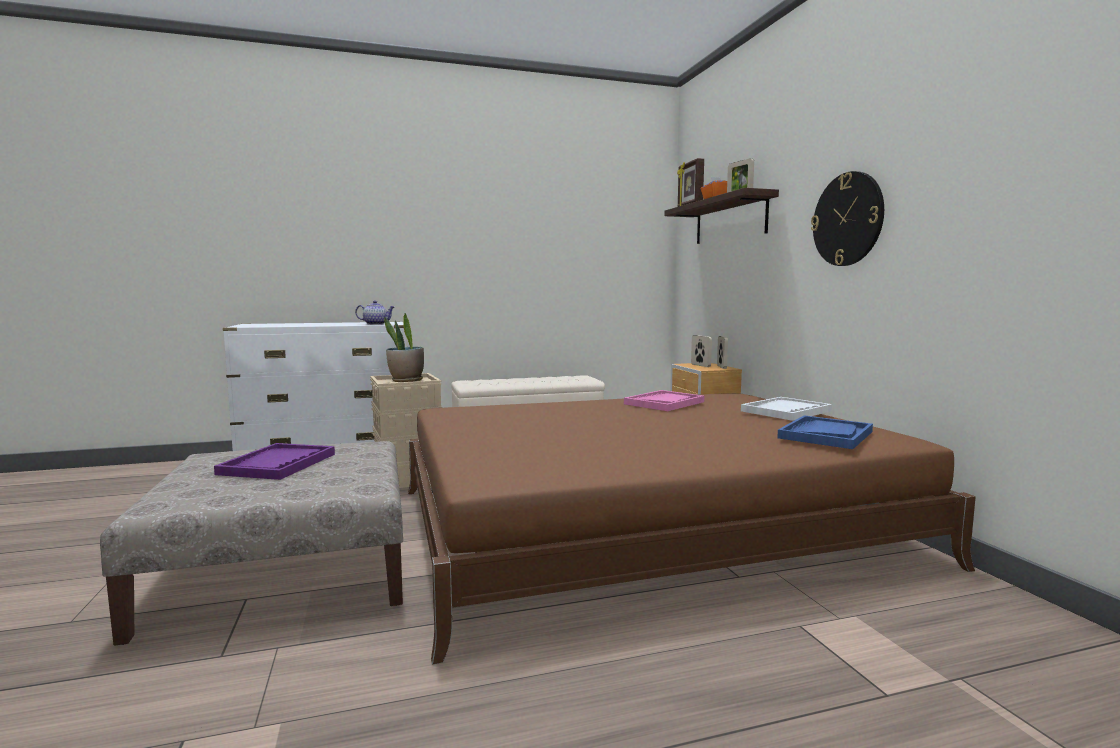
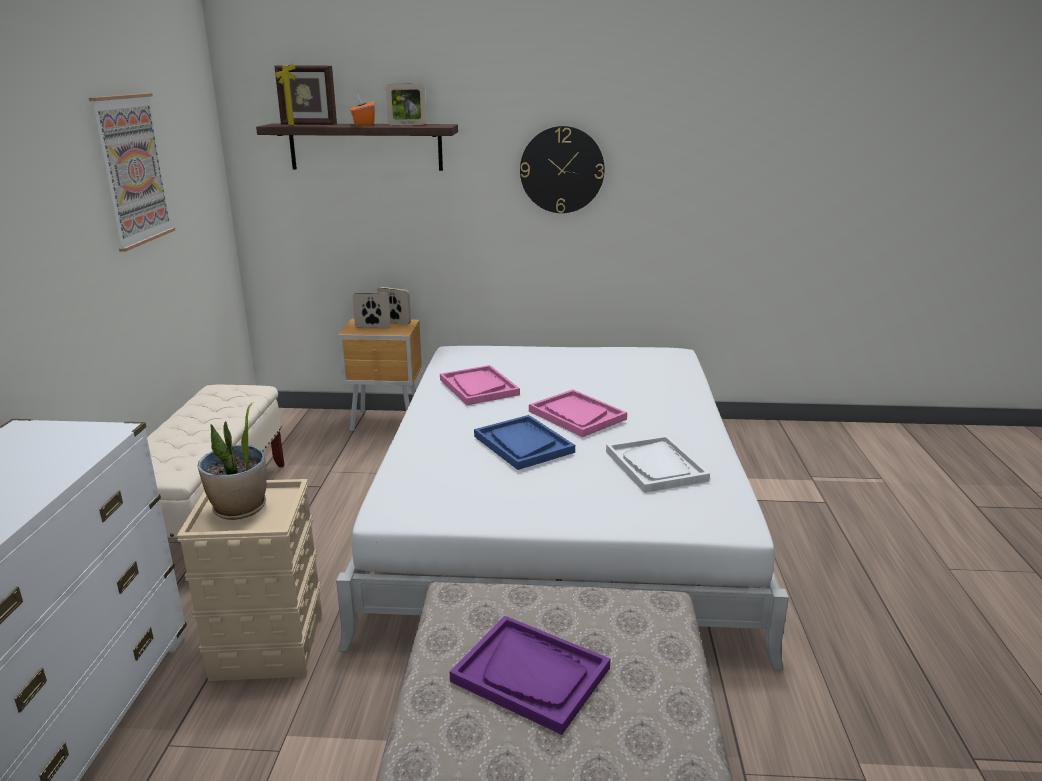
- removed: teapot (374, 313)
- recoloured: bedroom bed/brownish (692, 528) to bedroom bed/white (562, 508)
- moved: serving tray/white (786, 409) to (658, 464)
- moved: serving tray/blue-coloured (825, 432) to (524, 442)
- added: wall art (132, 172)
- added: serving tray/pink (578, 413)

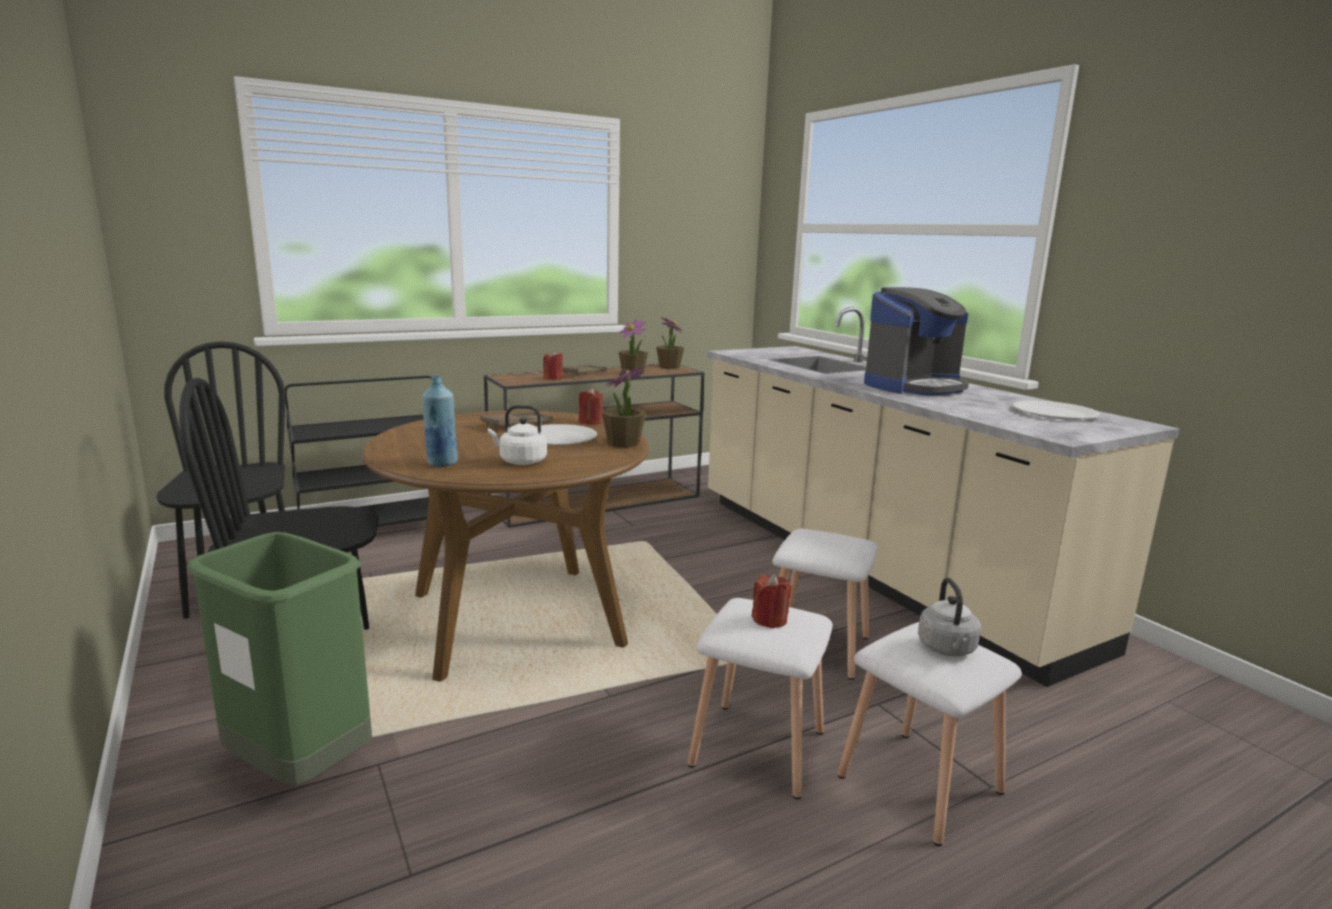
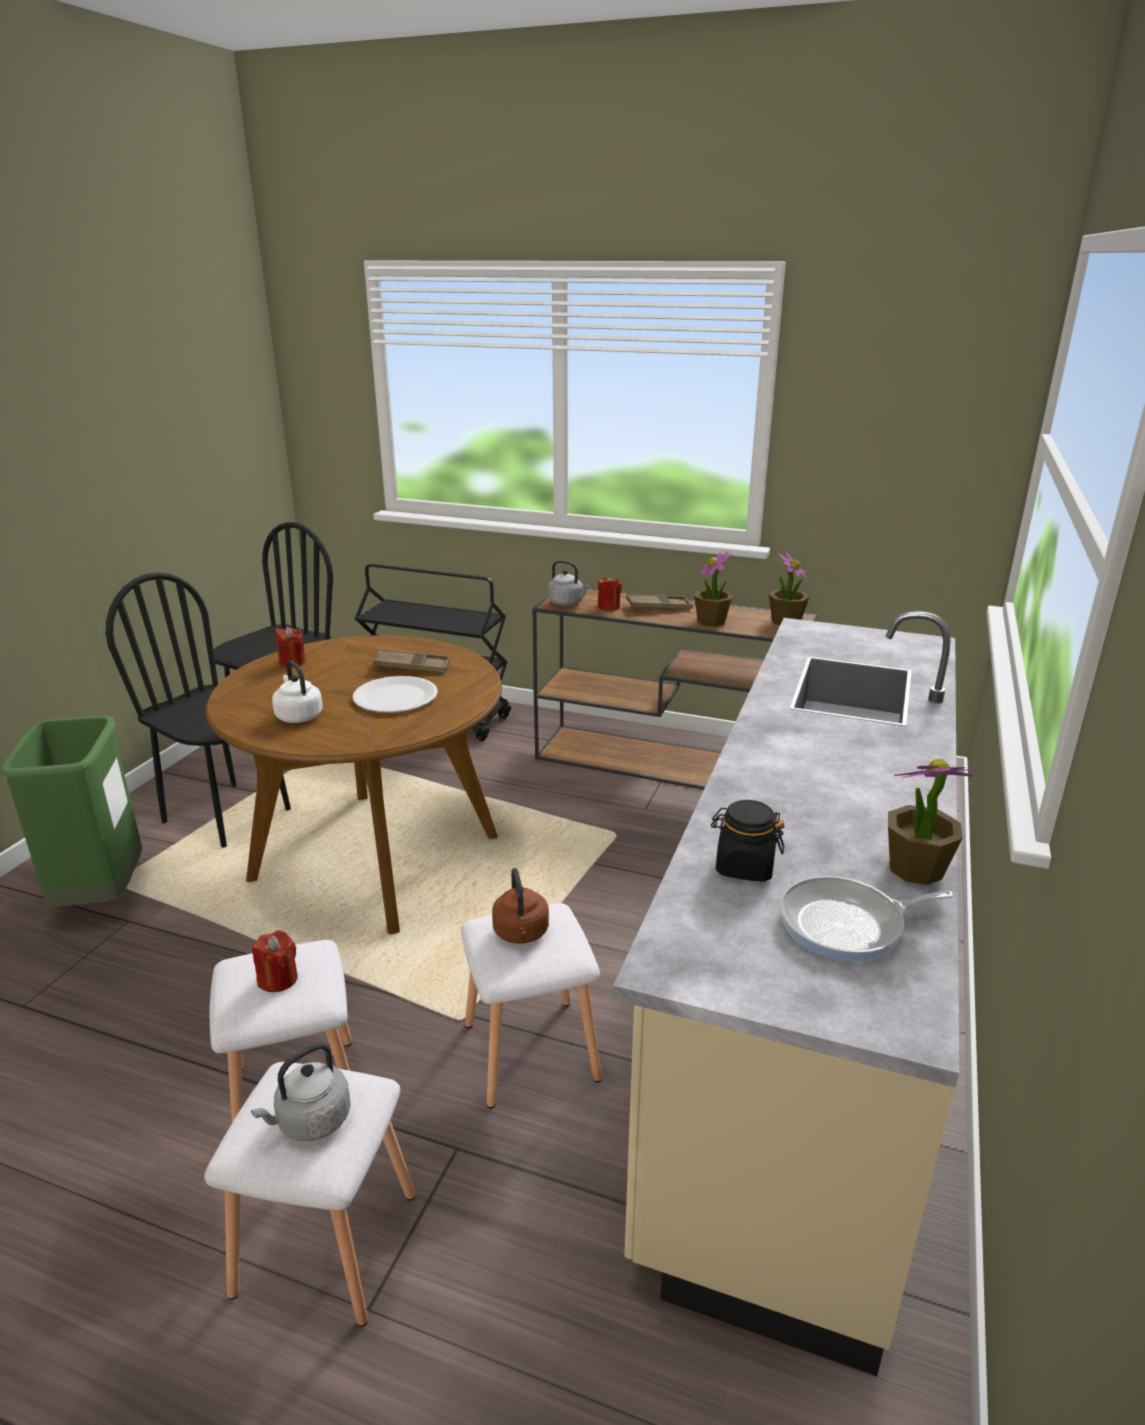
- removed: coffee machine (916, 341)
- moved: houseplant (624, 406) to (933, 822)
- removed: drink bottle/blue-coloured (440, 421)
- moved: wax candle/reddish (591, 406) to (290, 647)
- replaced: plate/white (1056, 410) to skillet (867, 918)
- added: tea kettle/greyish (569, 583)
- added: preserve jar/black-coloured (747, 841)
- added: tea kettle/brownish (520, 906)

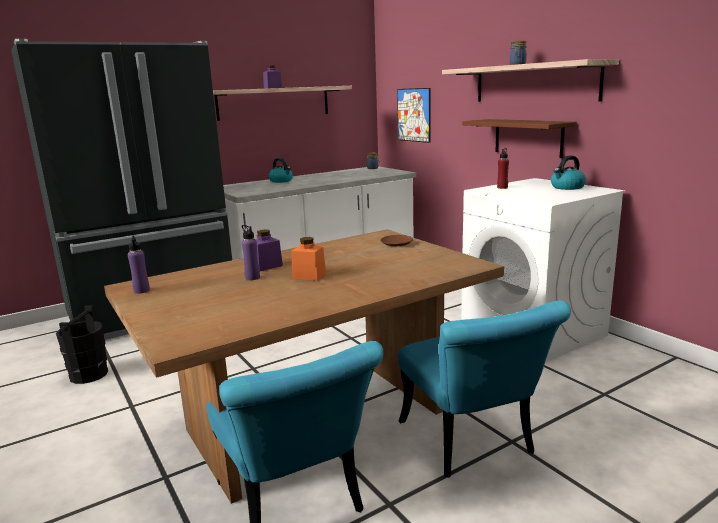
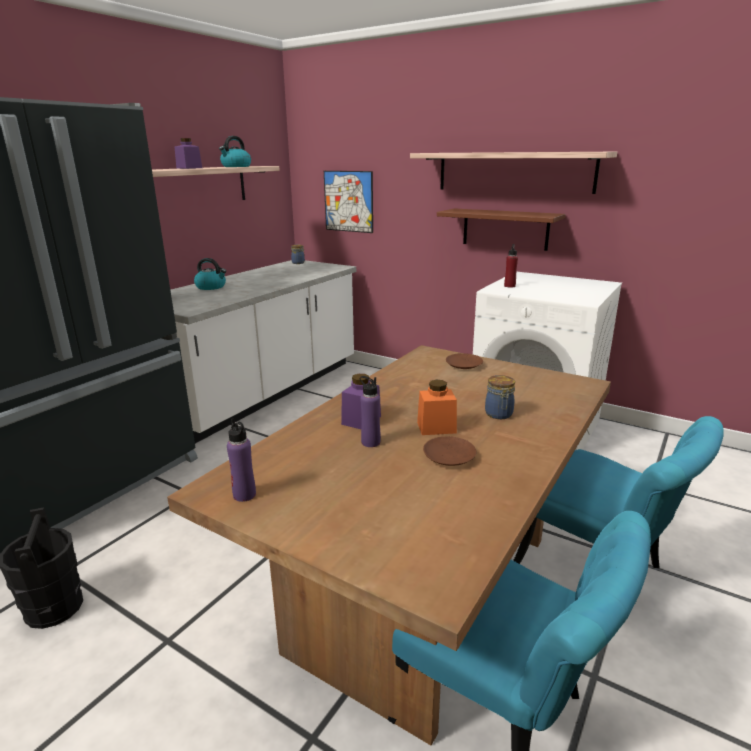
- moved: preserve jar (518, 52) to (500, 397)
- moved: tea kettle (568, 172) to (235, 151)
- added: plate/brownish (449, 451)

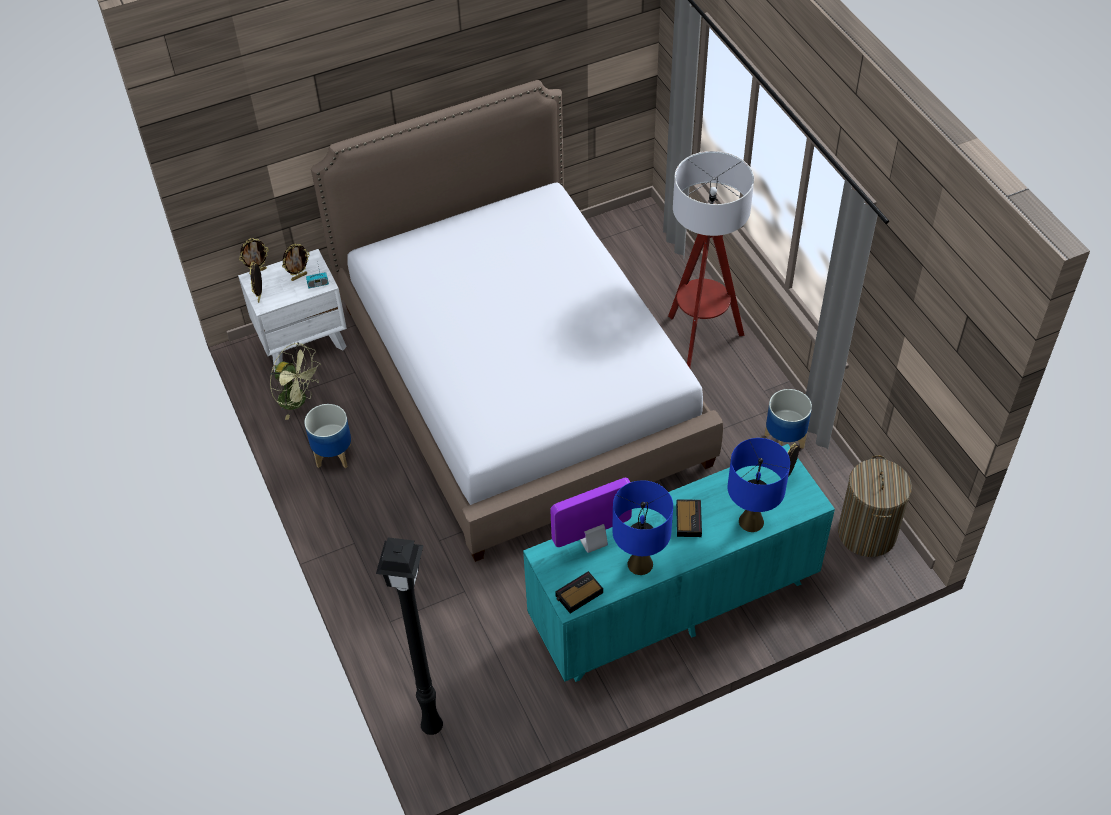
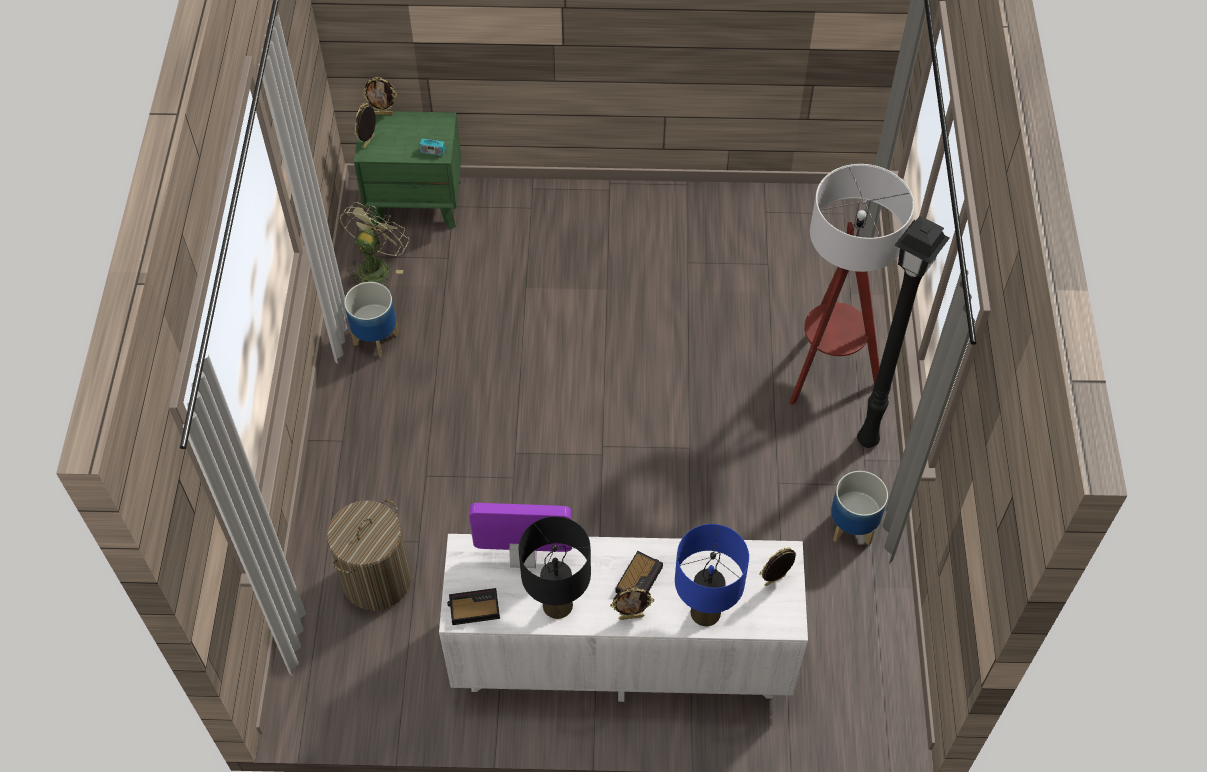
- removed: bedroom bed (517, 321)
- moved: standing frame (296, 262) to (632, 603)
- recoloured: nightstand/white (292, 310) to nightstand/greenish (407, 170)
- turned: cooling fan/greenish (295, 381) = (374, 244) 120 degrees counterclockwise
- recoloured: chest of drawers/turquoise (679, 563) to chest of drawers/white (623, 618)
- moved: laundry basket (875, 506) to (369, 555)
- recoloured: tabletop lamp/blue-coloured (642, 527) to tabletop lamp/black-coloured (555, 567)
- moved: standard lamp/black-coloured (409, 636) to (903, 332)

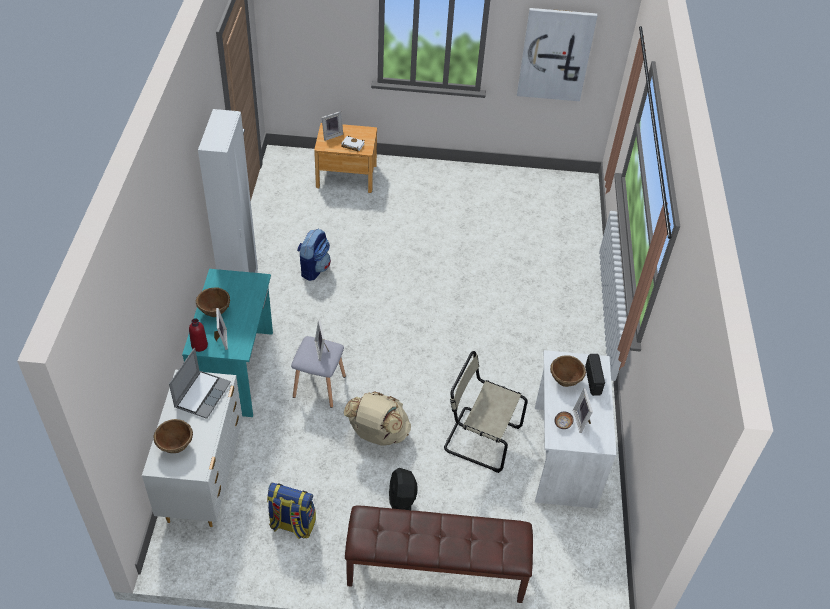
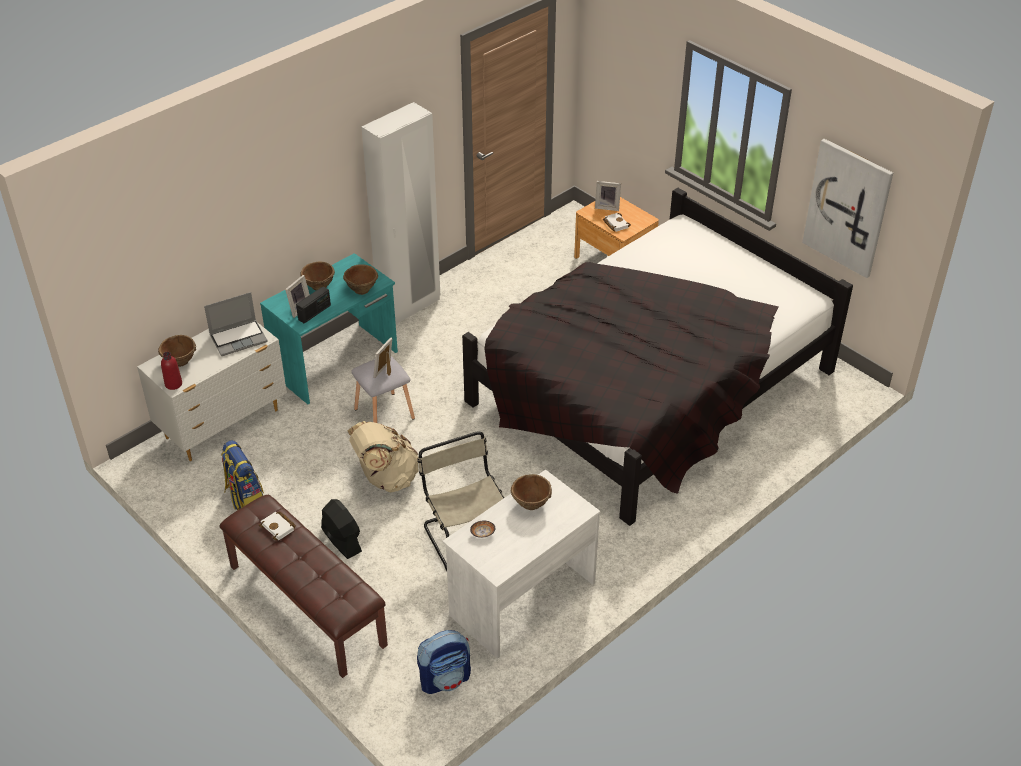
- moved: knapsack (314, 255) to (444, 662)
- moved: drink bottle/reddish (198, 335) to (171, 371)
- moved: radio (595, 375) to (313, 305)
- removed: standing frame (583, 410)
- turned: cooling fan/black-coloured (403, 489) = (341, 529) 105 degrees clockwise
- added: bedroom bed/black-coloured (657, 357)
- added: bowl/brownish (360, 279)
- added: bound book/white (277, 525)

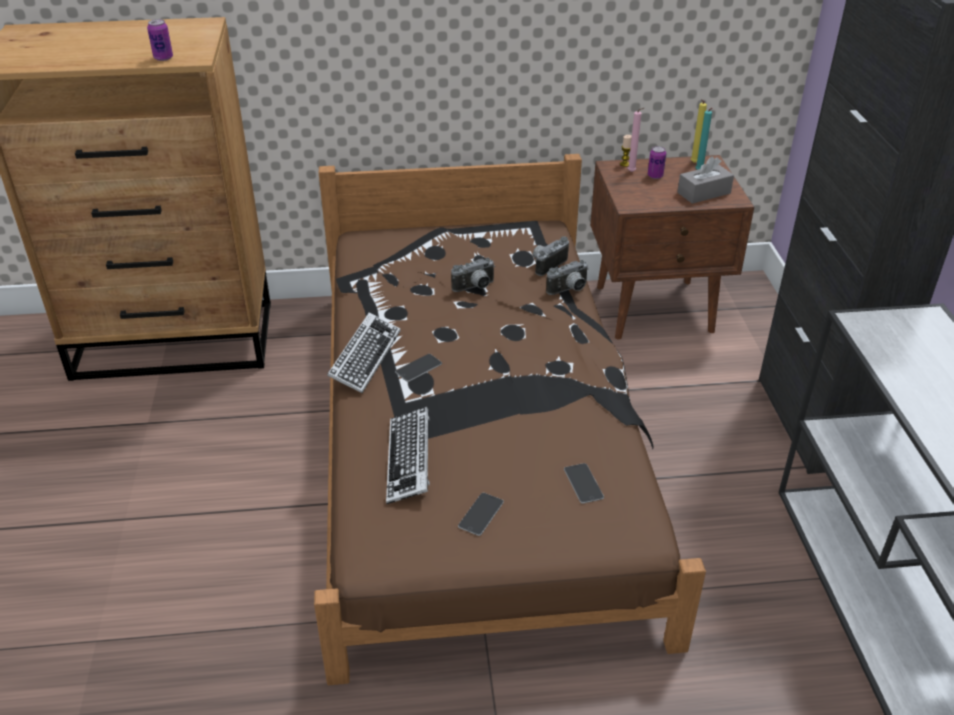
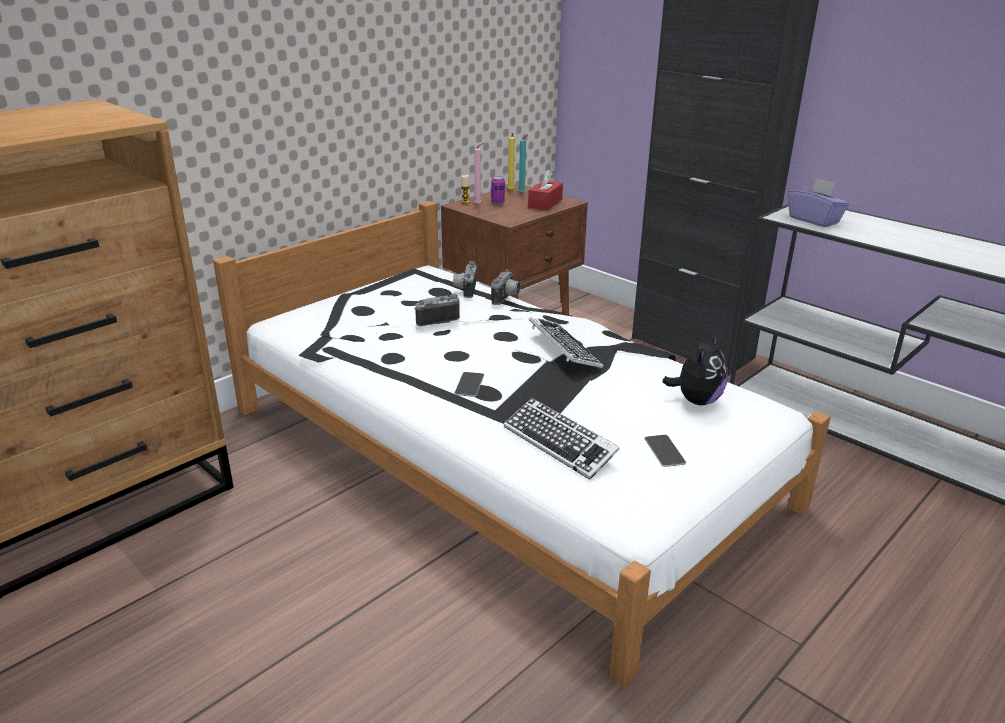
- removed: metal can (160, 40)
- recoloured: bedroom bed/brownish (510, 419) to bedroom bed/white (522, 444)
- recoloured: tissue box/greyish (705, 180) to tissue box/reddish (545, 189)
- turned: photo camera (472, 275) = (437, 310) 135 degrees counterclockwise
- moved: PC keyboard (363, 353) to (566, 342)
- replaced: handset (584, 483) to cuddly toy (695, 369)
- added: tissue box/purple-coloured (818, 202)

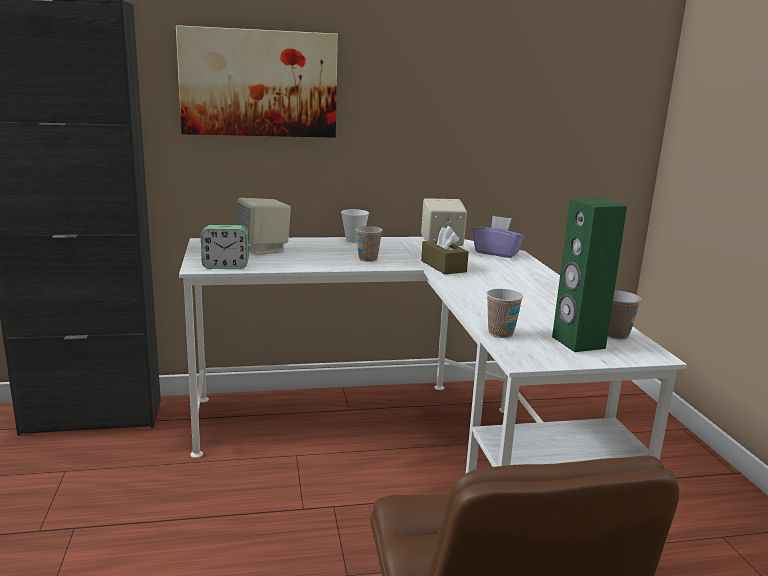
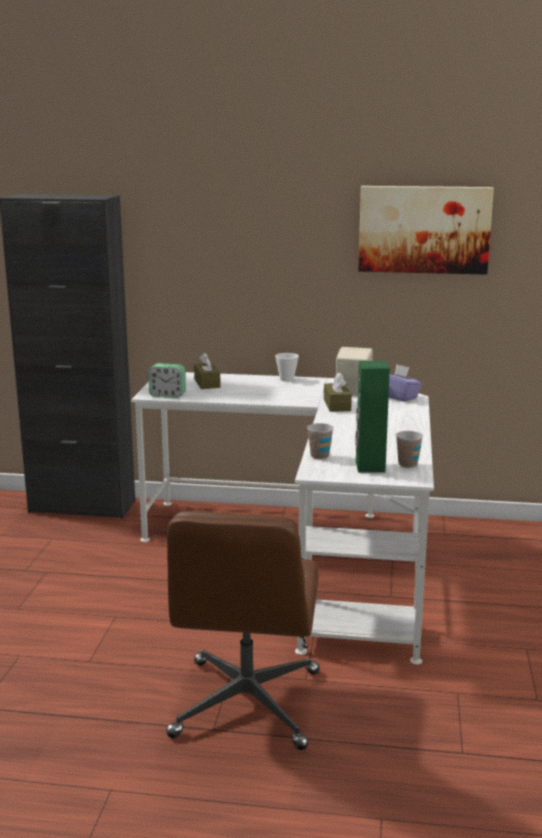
- moved: wall art (257, 81) to (426, 230)
- replaced: speaker/beige (263, 226) to tissue box/brownish (207, 371)
- removed: drinking cup (369, 244)

